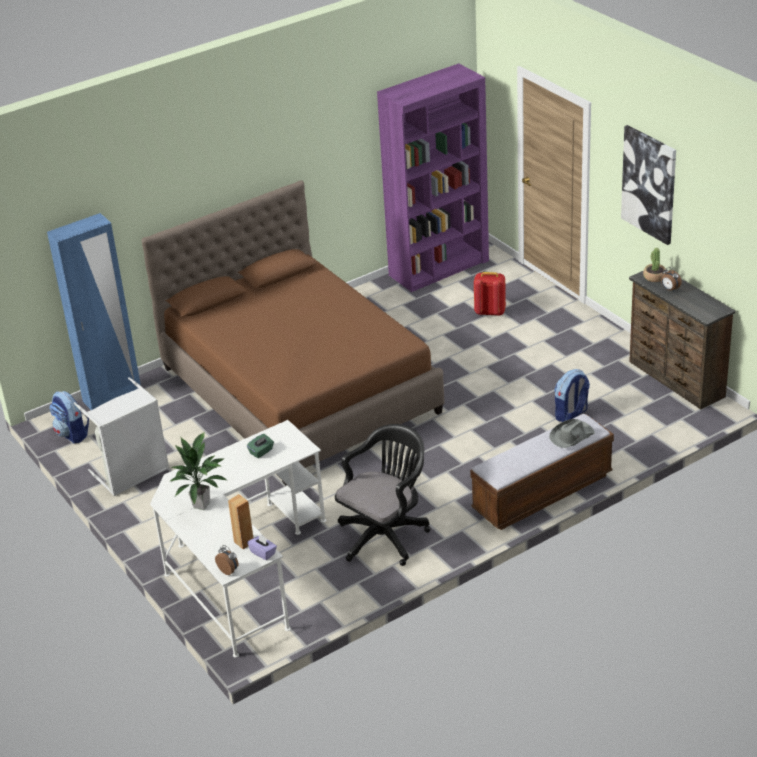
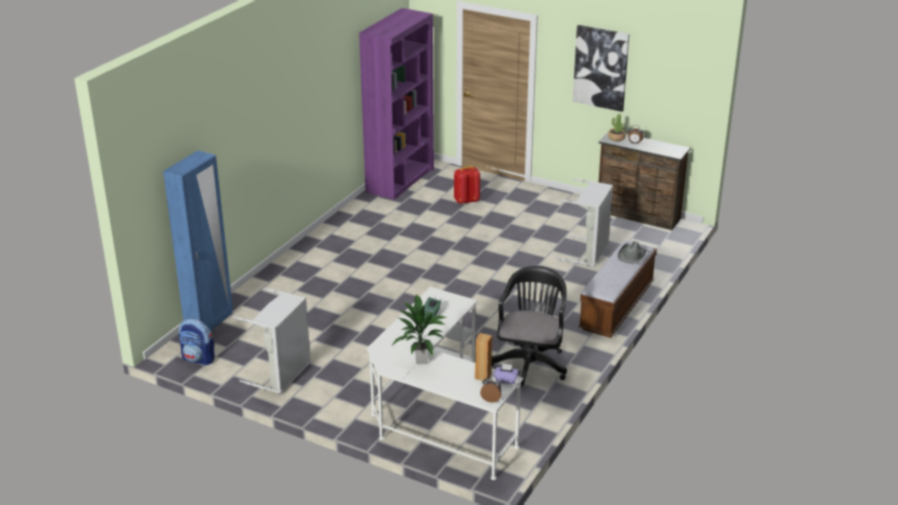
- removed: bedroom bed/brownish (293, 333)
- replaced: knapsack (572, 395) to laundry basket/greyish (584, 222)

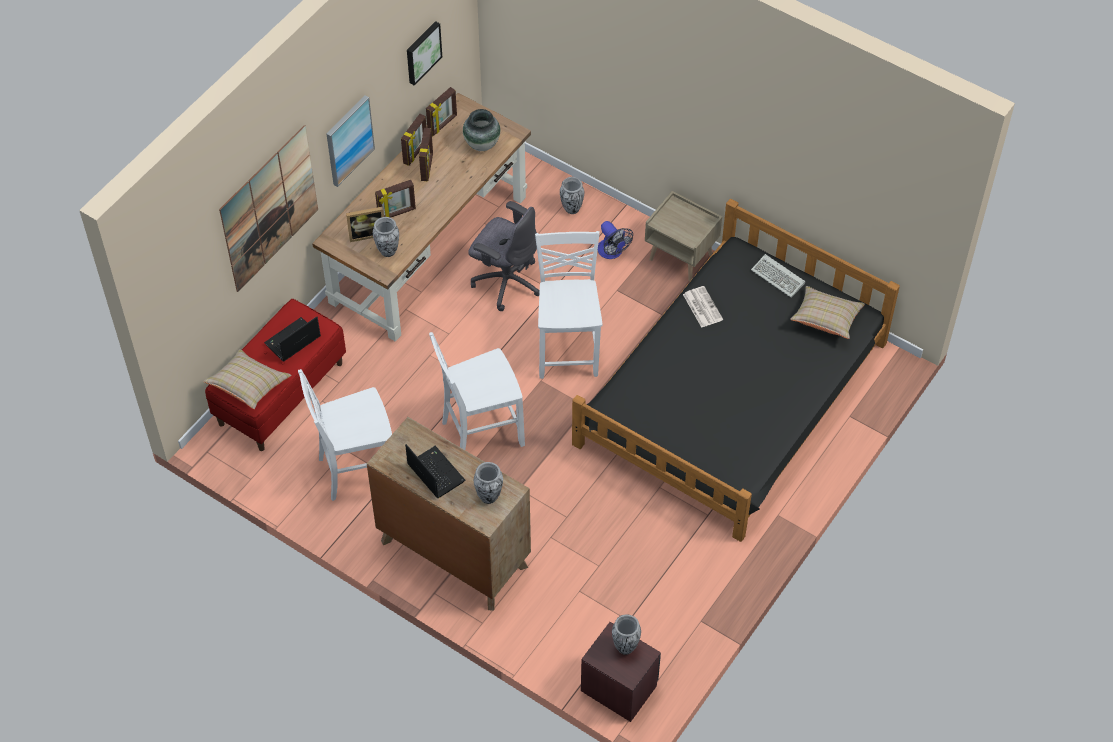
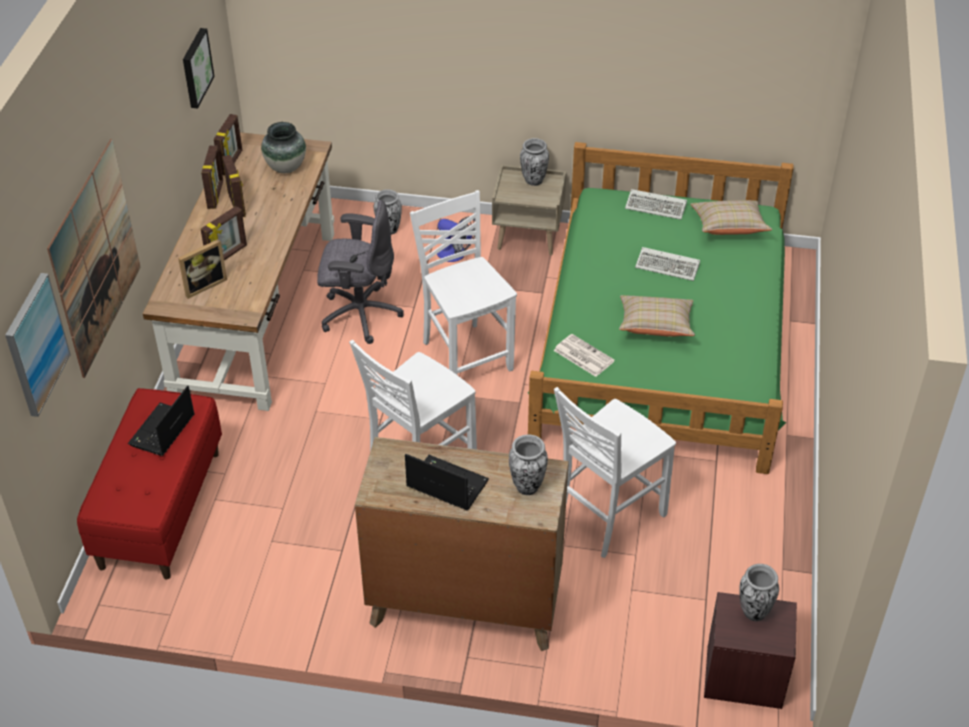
- moved: wall art (351, 141) to (38, 345)
- recoloured: bedroom bed/black-coloured (736, 370) to bedroom bed/greenish (661, 308)
- moved: decorative vase (386, 237) to (534, 162)
- moved: newspaper (703, 307) to (584, 355)
- moved: pillow/beige (247, 379) to (657, 316)
- moved: chair/white (345, 435) to (615, 472)
- added: PC keyboard (667, 264)

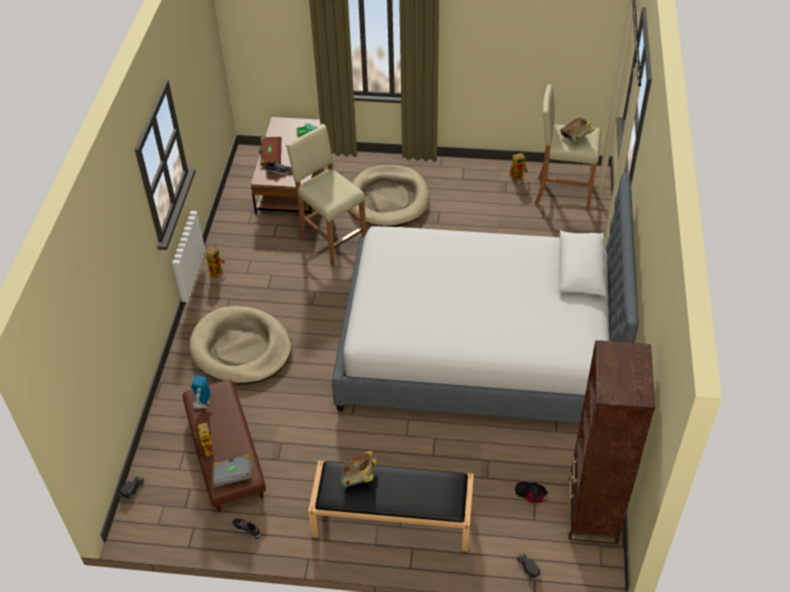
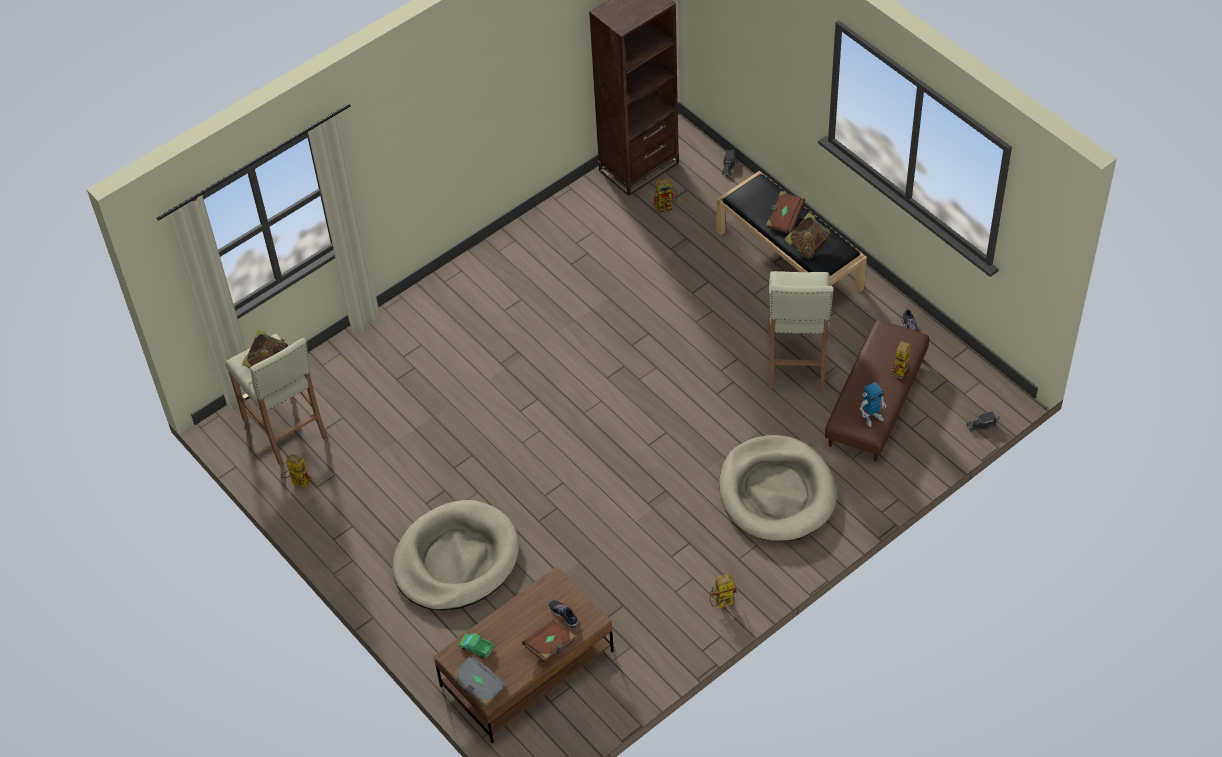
- moved: sitting stool/beige (326, 196) to (800, 330)
- removed: bedroom bed (485, 298)
- moved: bound book/greyish (232, 470) to (479, 680)
- replaced: baseball cap/black-coloured (531, 492) to model robot (665, 195)
- added: bound book/brownish (786, 212)

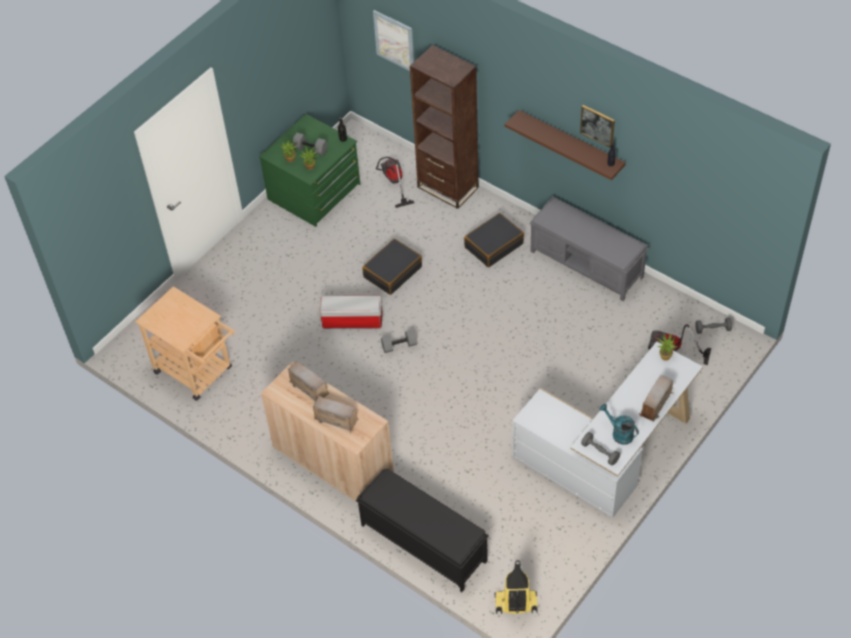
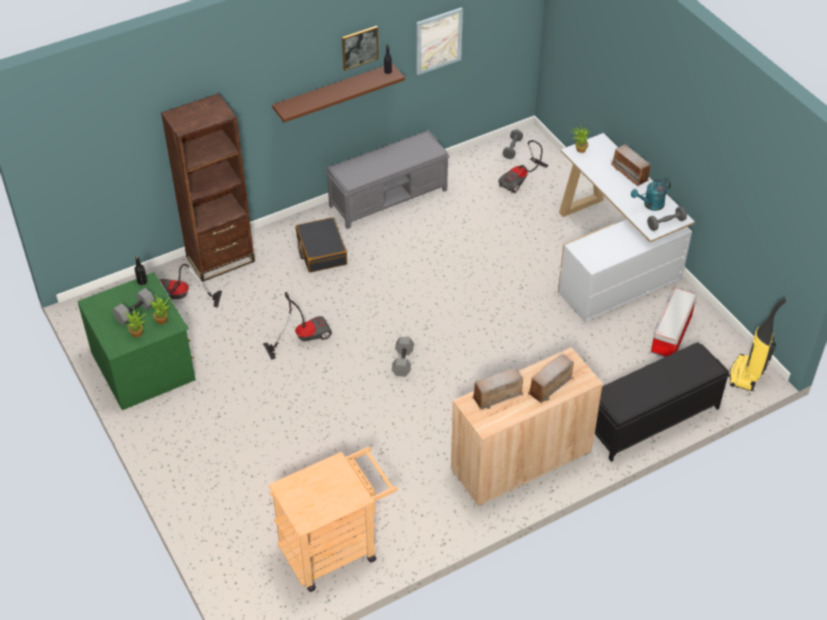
- moved: wall art (393, 40) to (439, 41)
- replaced: travel case/black-coloured (392, 267) to vacuum cleaner (297, 326)
- moved: storage bin (351, 312) to (674, 322)

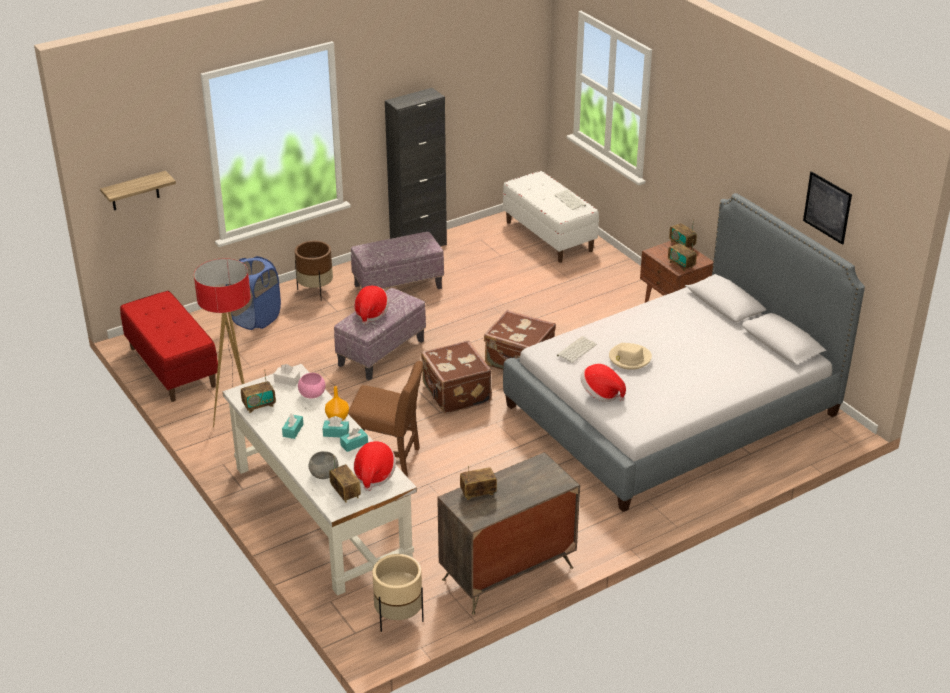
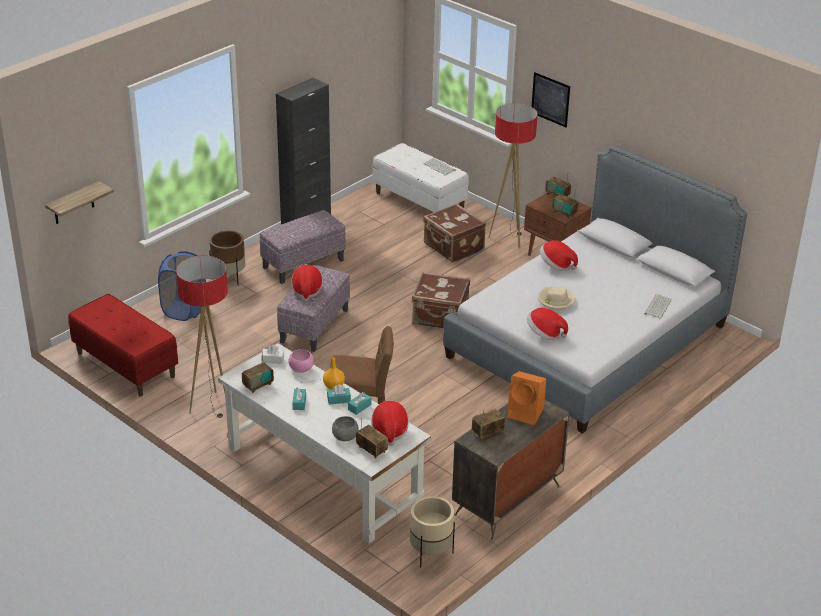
- moved: wall art (827, 208) to (551, 99)
- moved: PC keyboard (577, 349) to (658, 306)
- moved: travel case/brownish (456, 377) to (454, 233)
- added: standard lamp (513, 175)
- added: hat (559, 255)
- added: speaker/orange (526, 398)

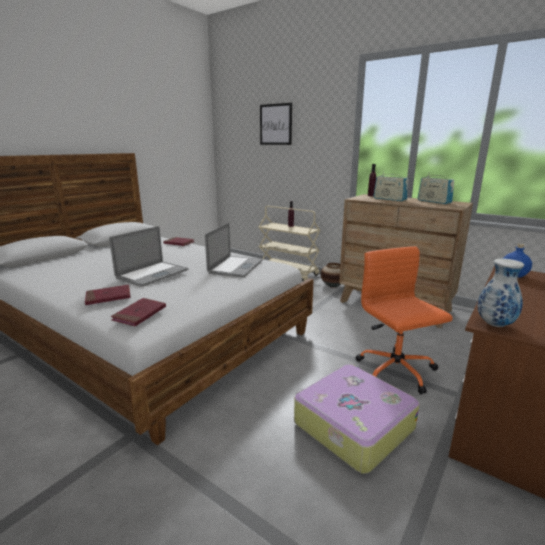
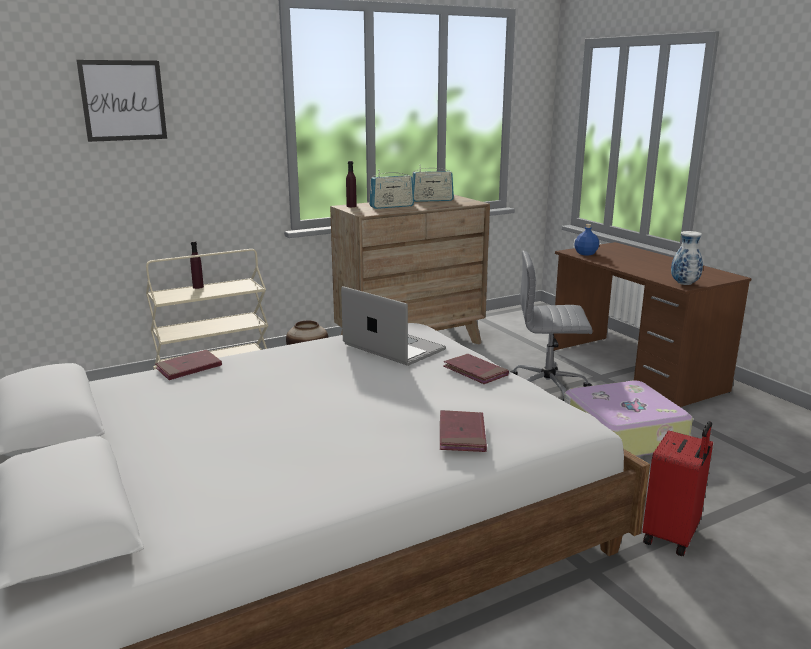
- removed: laptop (149, 256)
- recoloured: office chair/orange (404, 320) to office chair/greyish (551, 326)
- moved: bound book/reddish (138, 312) to (476, 369)
- added: travel case/reddish (678, 488)

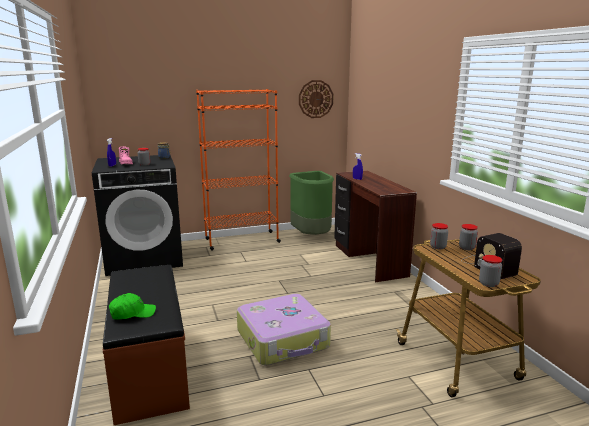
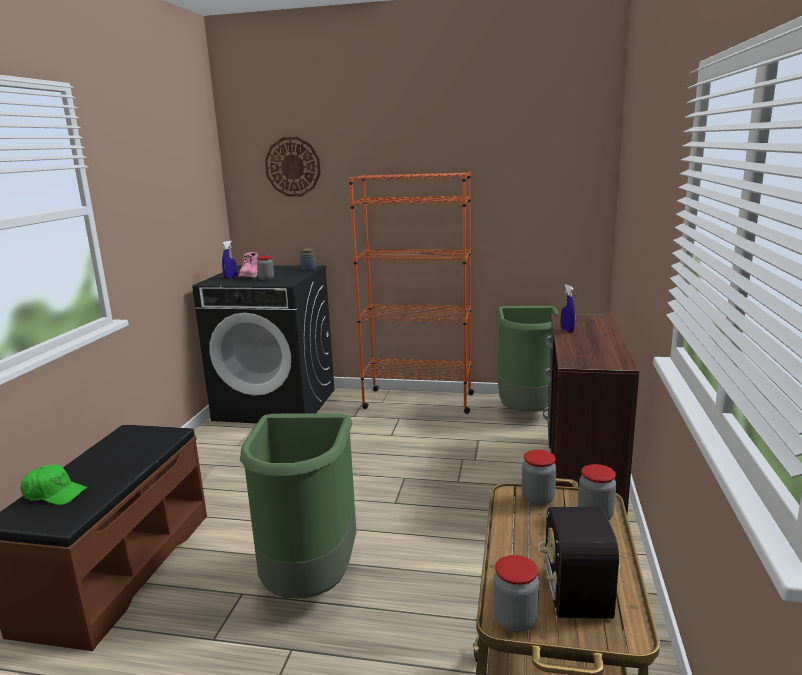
- moved: hanging clock (316, 99) to (293, 167)
- replaced: travel case (284, 329) to trash can/greenish (298, 506)

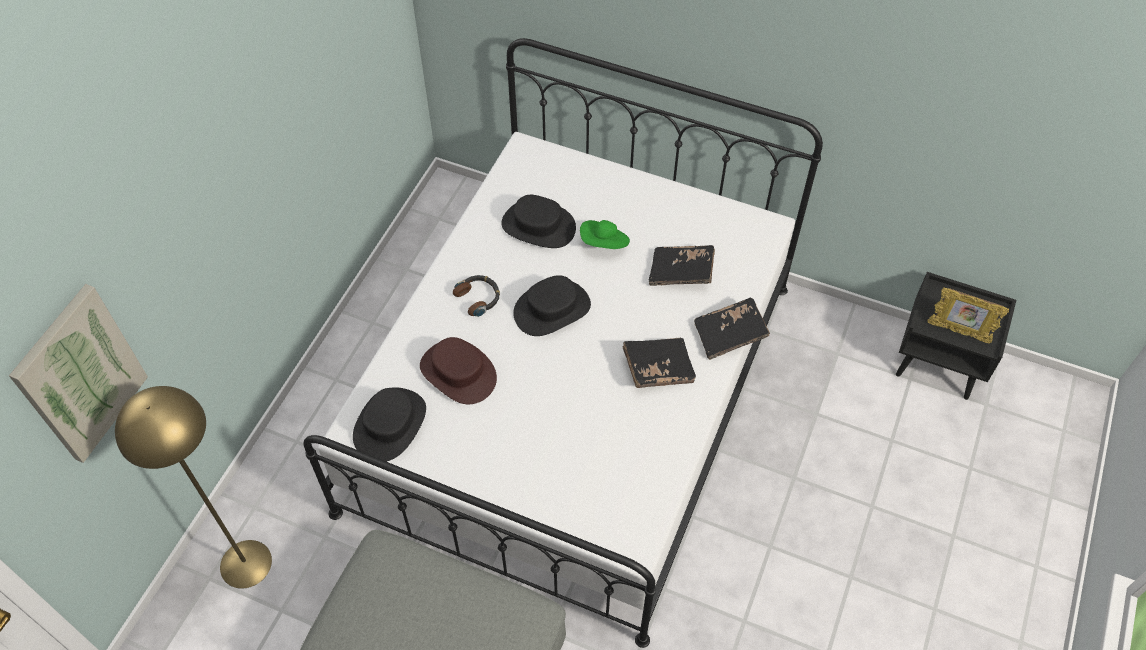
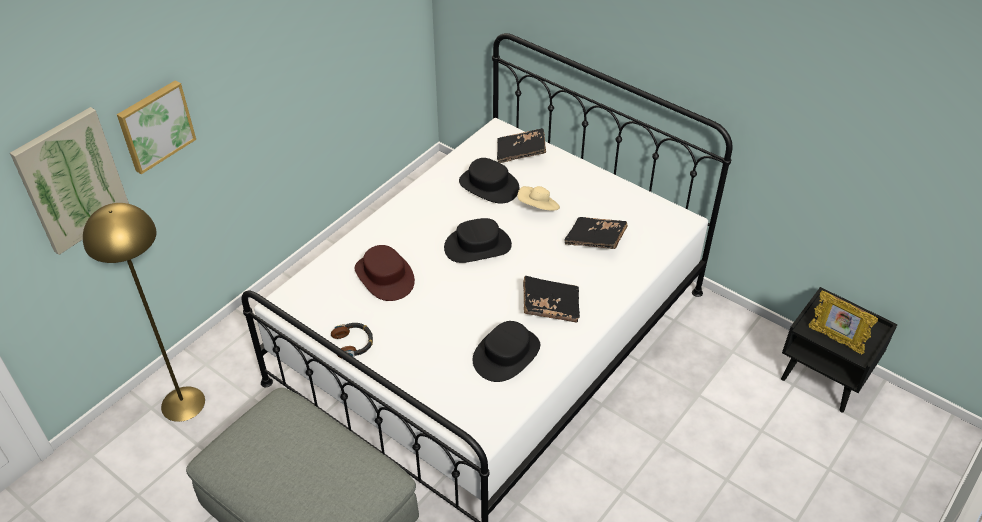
- recoloured: hat/greenish (605, 234) to hat/beige (538, 198)
- moved: headset (476, 296) to (352, 340)
- moved: bound book/black-coloured (732, 329) to (521, 145)
- moved: hat/black-coloured (389, 424) to (506, 351)
- added: wall art (156, 127)

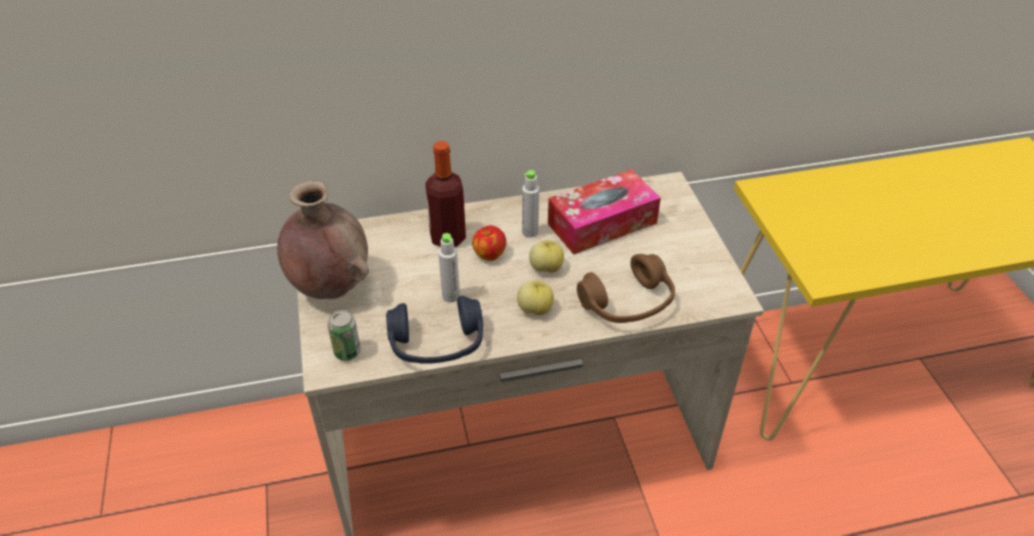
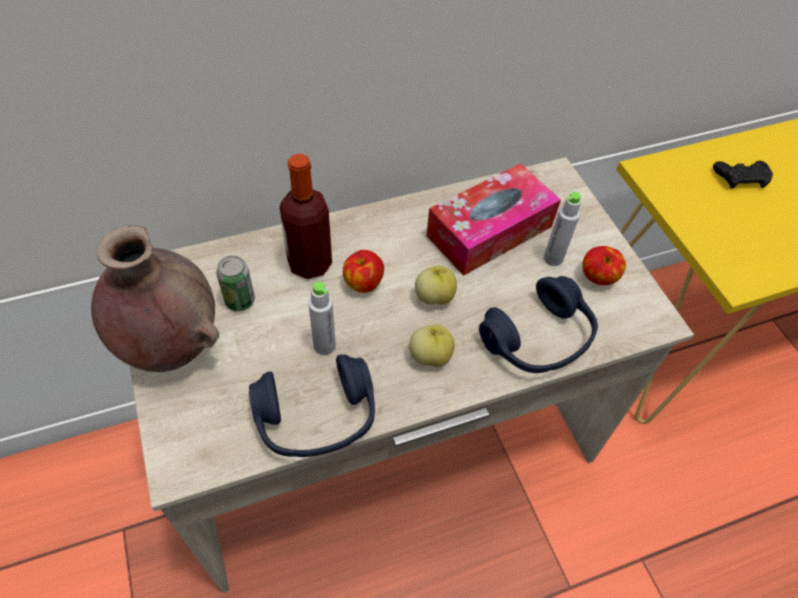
- moved: drink bottle/greyish (530, 203) to (562, 229)
- recoloured: headset/brownish (626, 288) to headset/blue-coloured (538, 324)
- moved: metal can (344, 335) to (235, 283)
- added: gamepad/black-coloured (743, 175)
- added: apple (604, 265)

